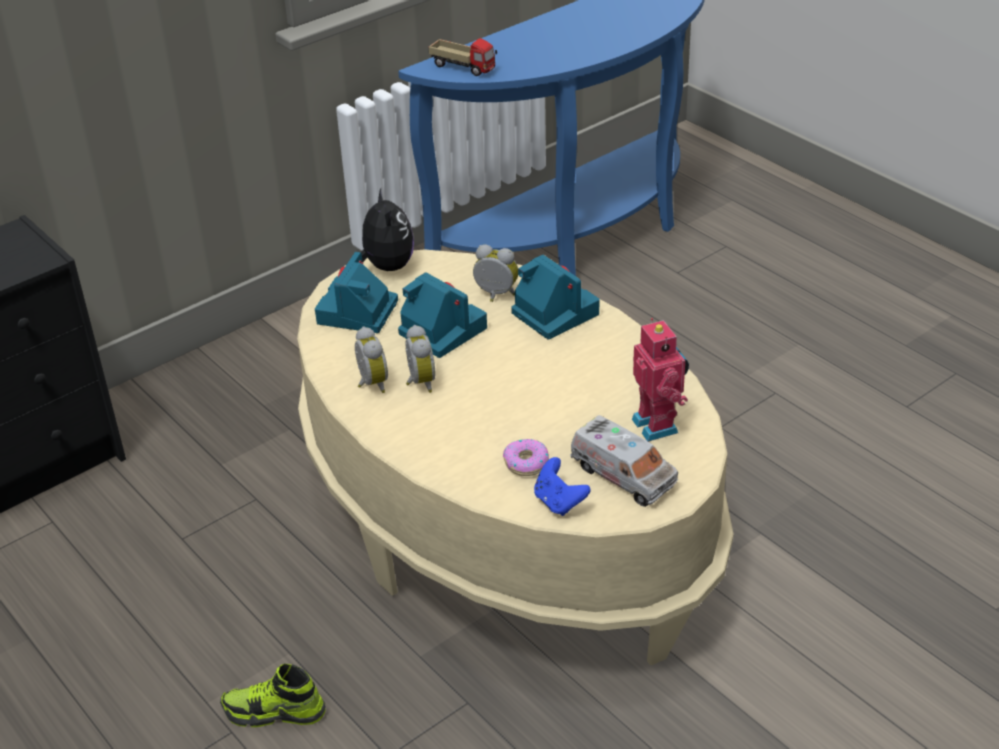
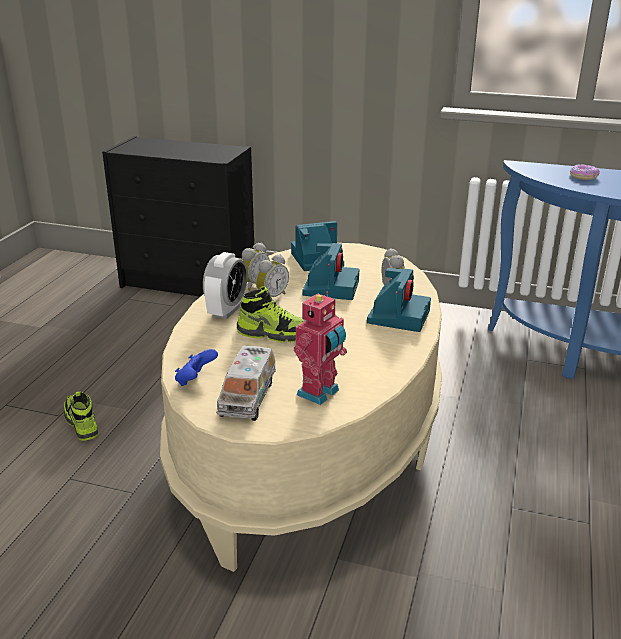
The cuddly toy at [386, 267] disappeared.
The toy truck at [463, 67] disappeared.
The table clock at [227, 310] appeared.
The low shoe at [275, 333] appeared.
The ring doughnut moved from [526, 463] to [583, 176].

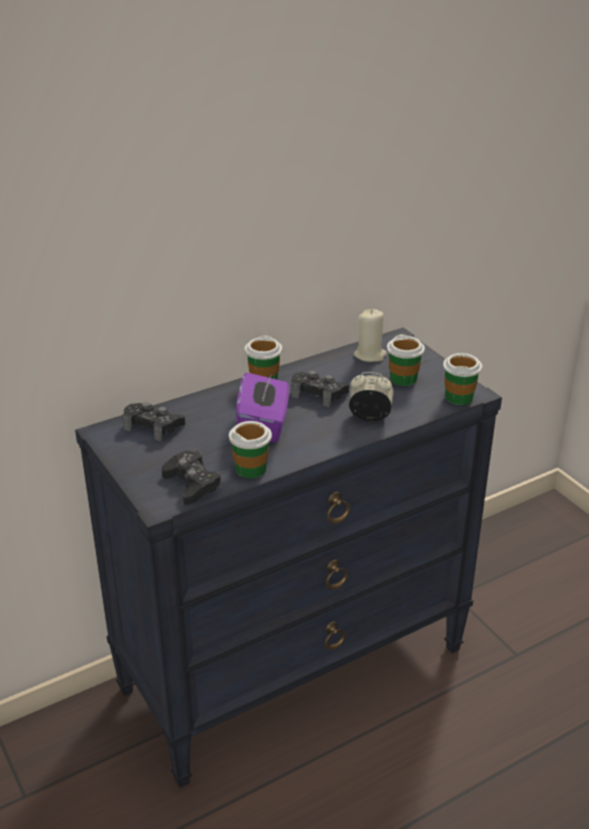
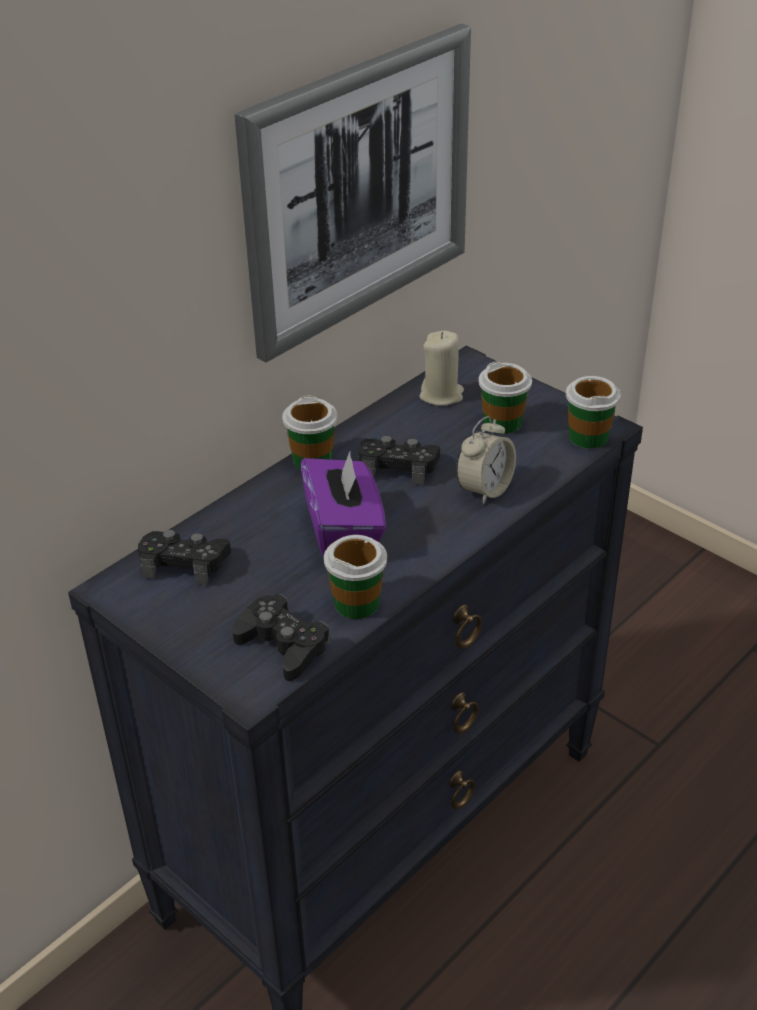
The picture at [358, 189] appeared.
The table clock at [370, 417] turned 135 degrees clockwise.

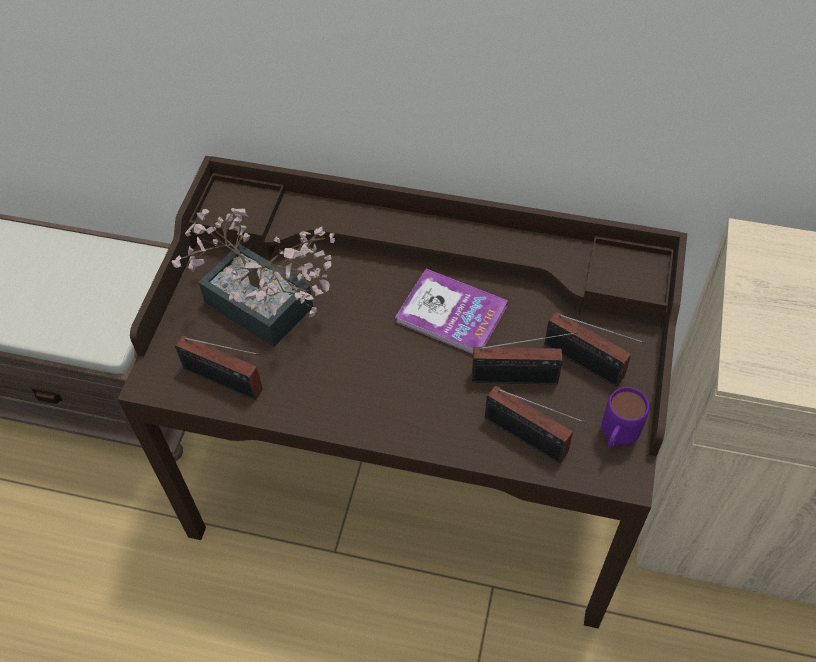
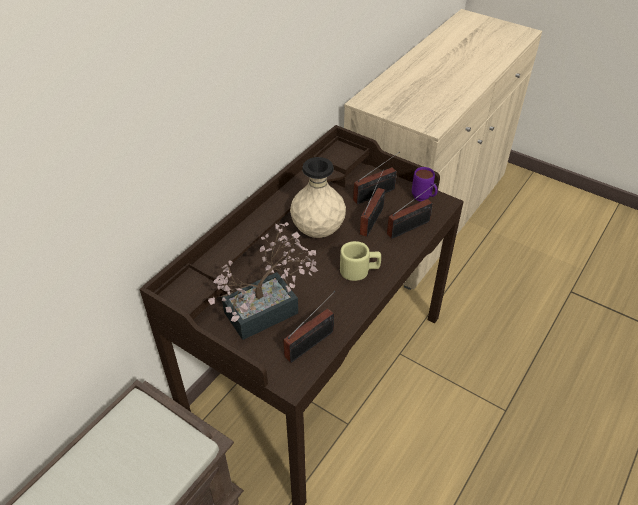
The beige mug at [359, 270] appeared.
The volume at [451, 314] was replaced by the beige flower vase at [318, 231].

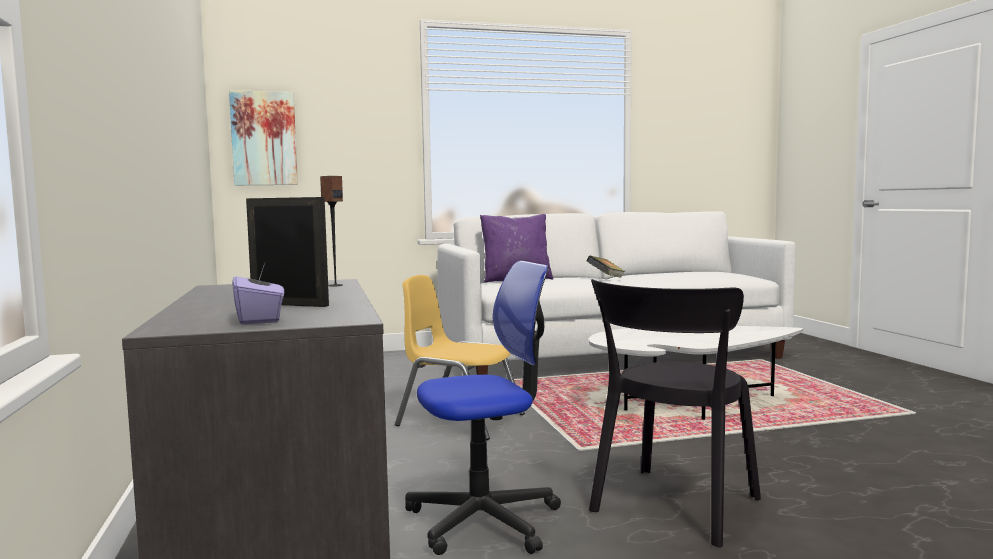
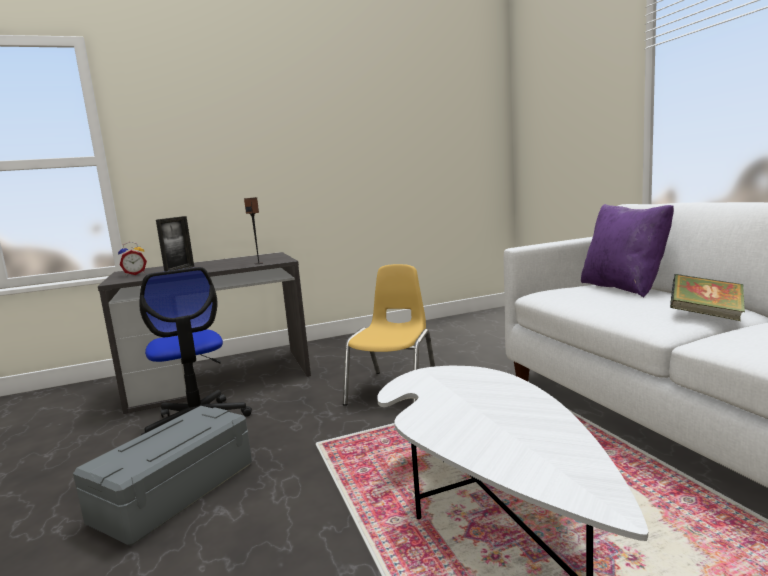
The picture at [264, 138] disappeared.
The purple-coloured tissue holder at [259, 319] was replaced by the table clock at [135, 274].
The blackish upright chair at [672, 508] was replaced by the gray storage box at [175, 491].

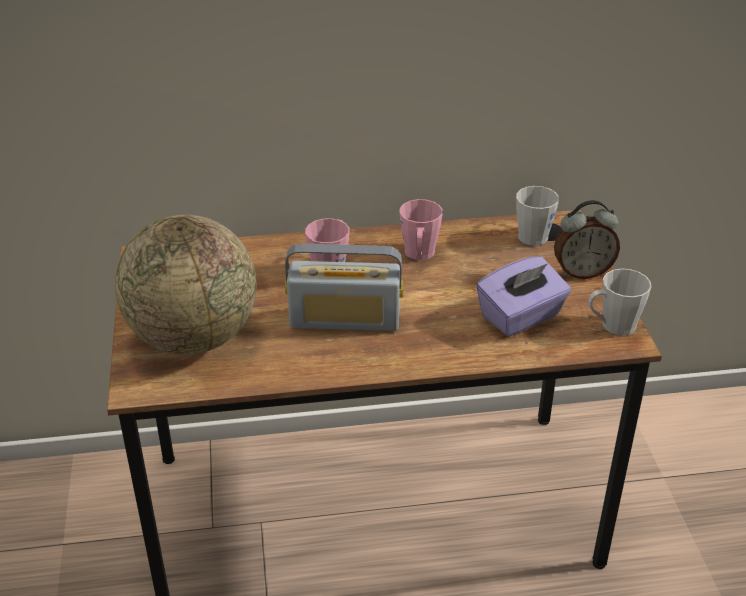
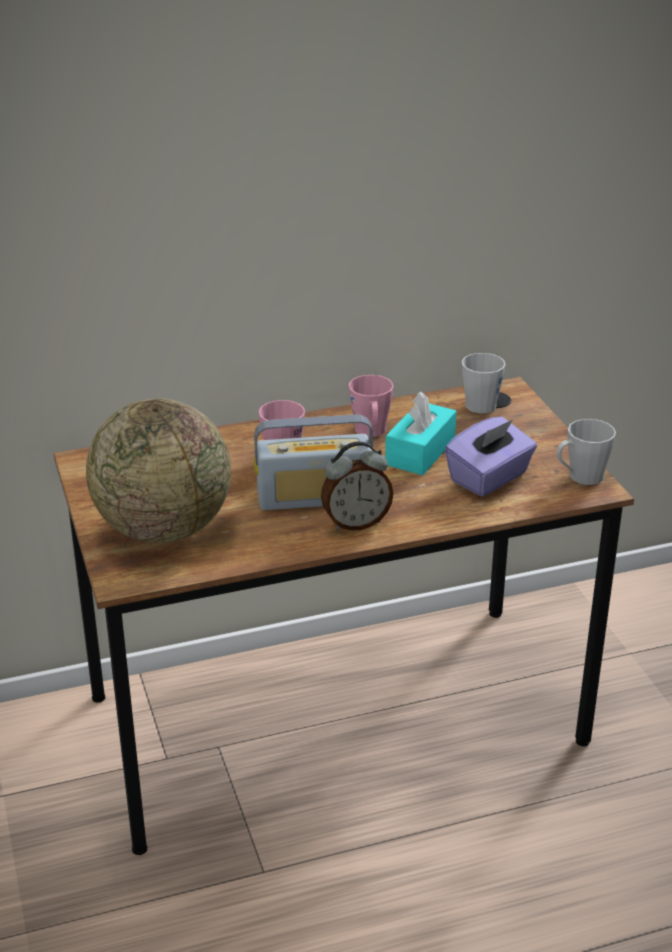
The blue-green tissue holder at [420, 452] appeared.
The table clock moved from [582, 272] to [356, 523].

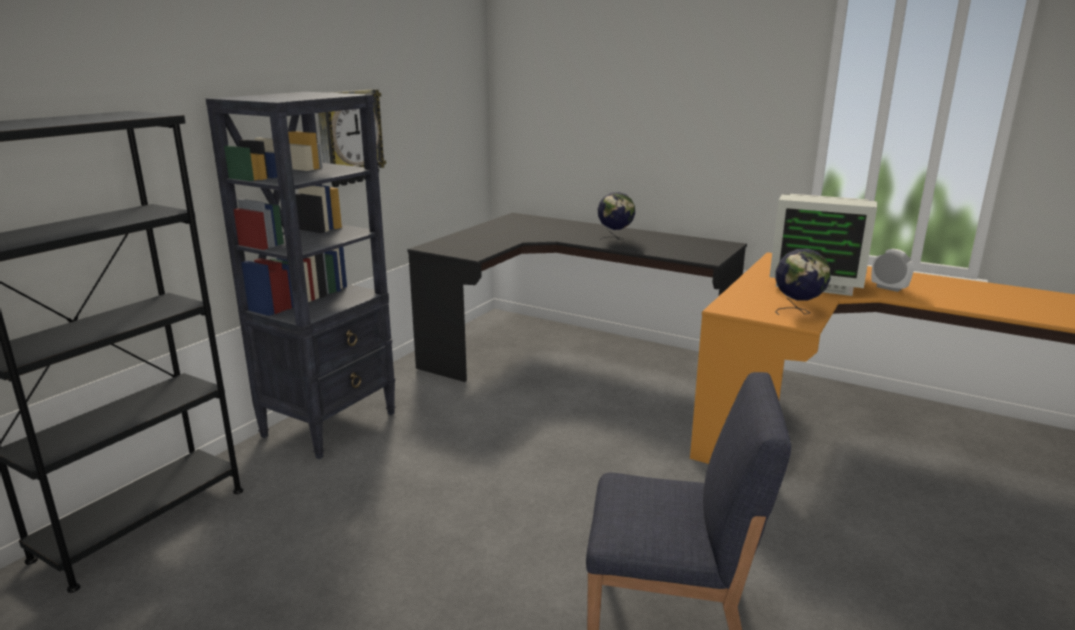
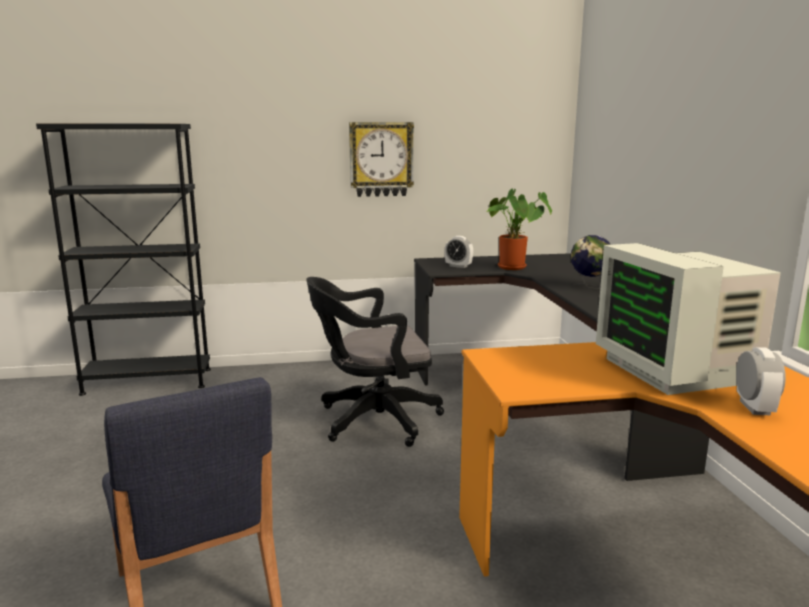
The blackish shelving unit at [331, 424] disappeared.
The desk globe at [797, 312] disappeared.
The blackish desk chair at [372, 420] appeared.
The table clock at [458, 266] appeared.
The houseplant at [515, 268] appeared.

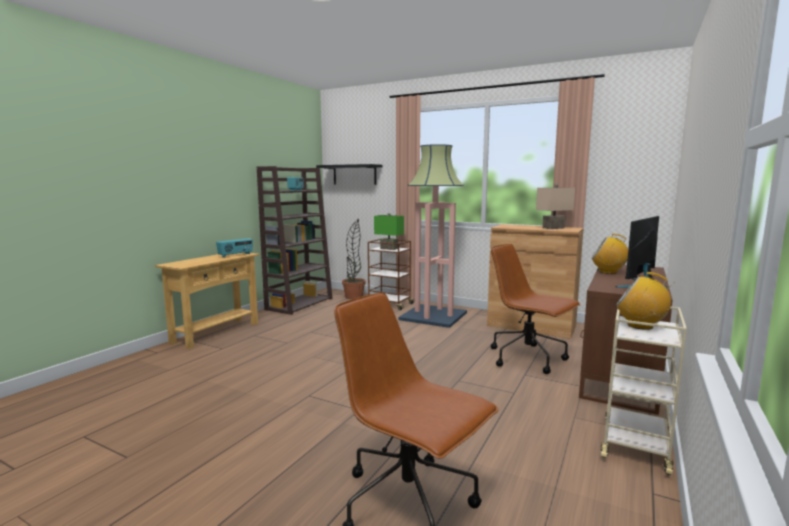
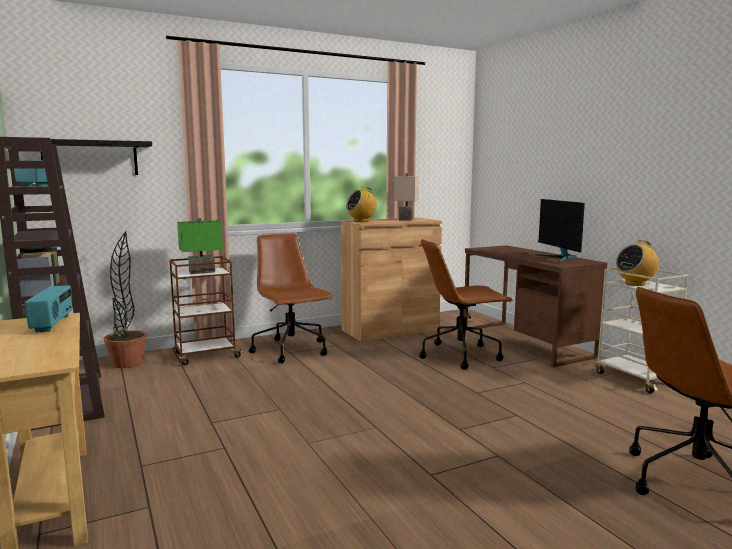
The radio receiver moved from [608, 272] to [361, 221].
The standard lamp at [433, 316] was replaced by the brownish desk chair at [292, 350].

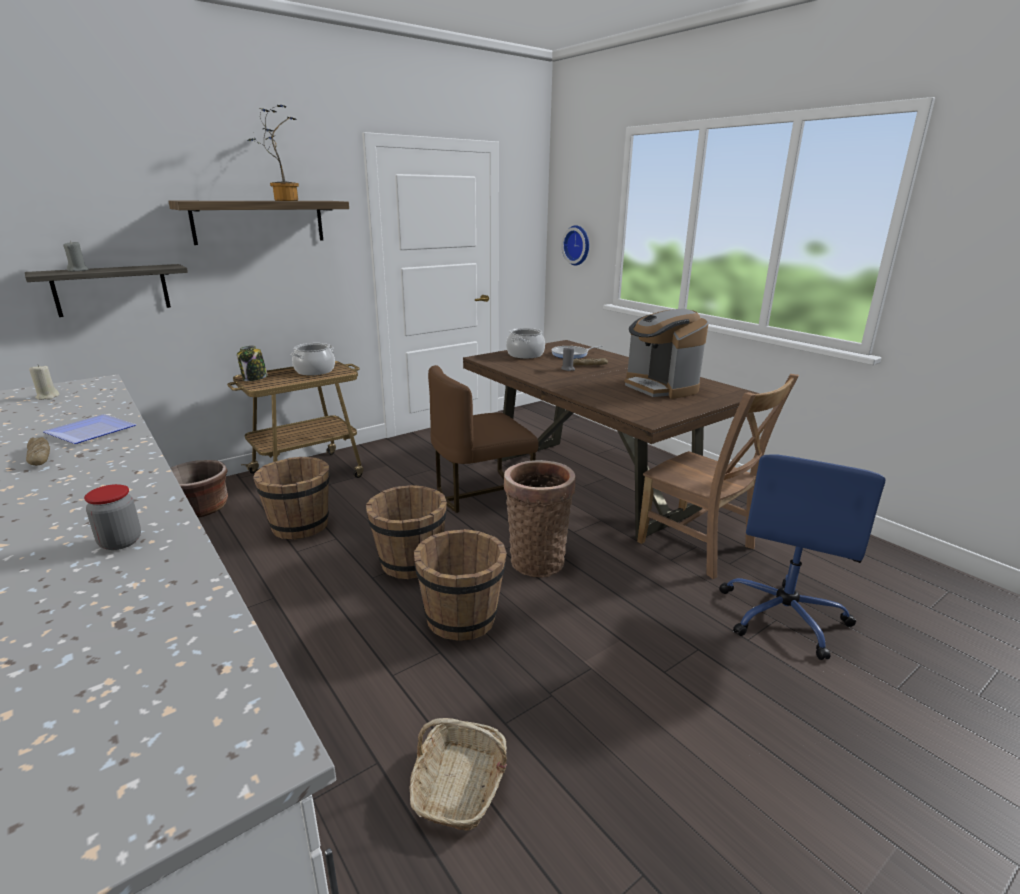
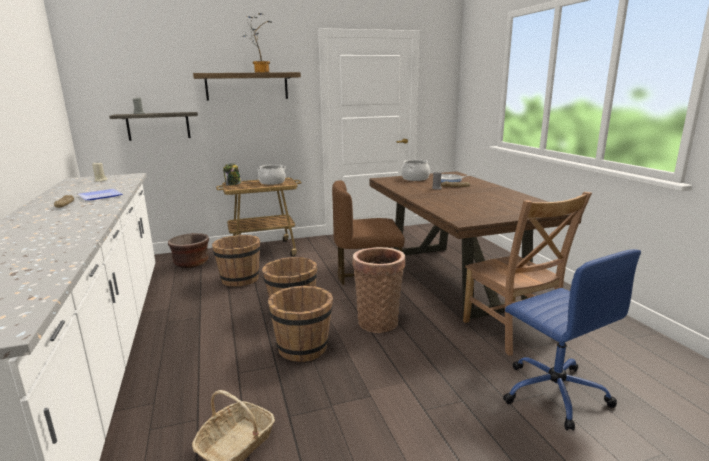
The jar at [120, 542] disappeared.
The wall clock at [578, 245] disappeared.
The coffee maker at [660, 387] disappeared.
The blue desk chair at [783, 616] turned 75 degrees counterclockwise.

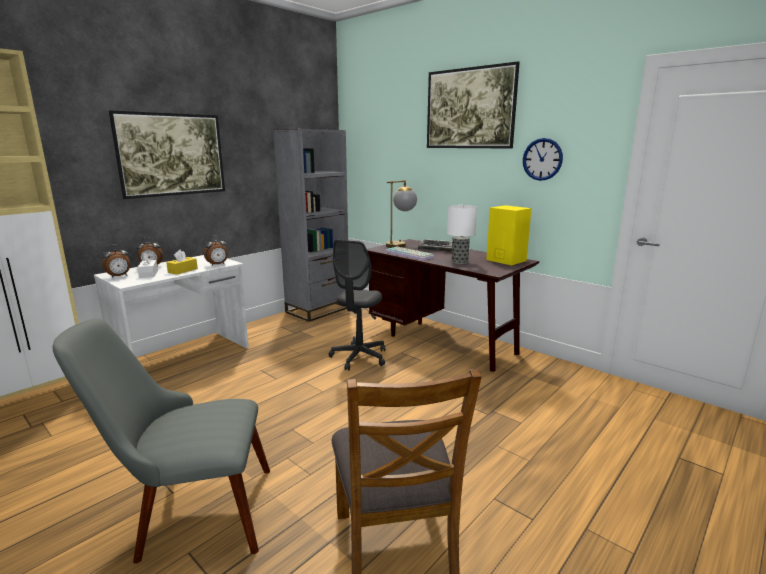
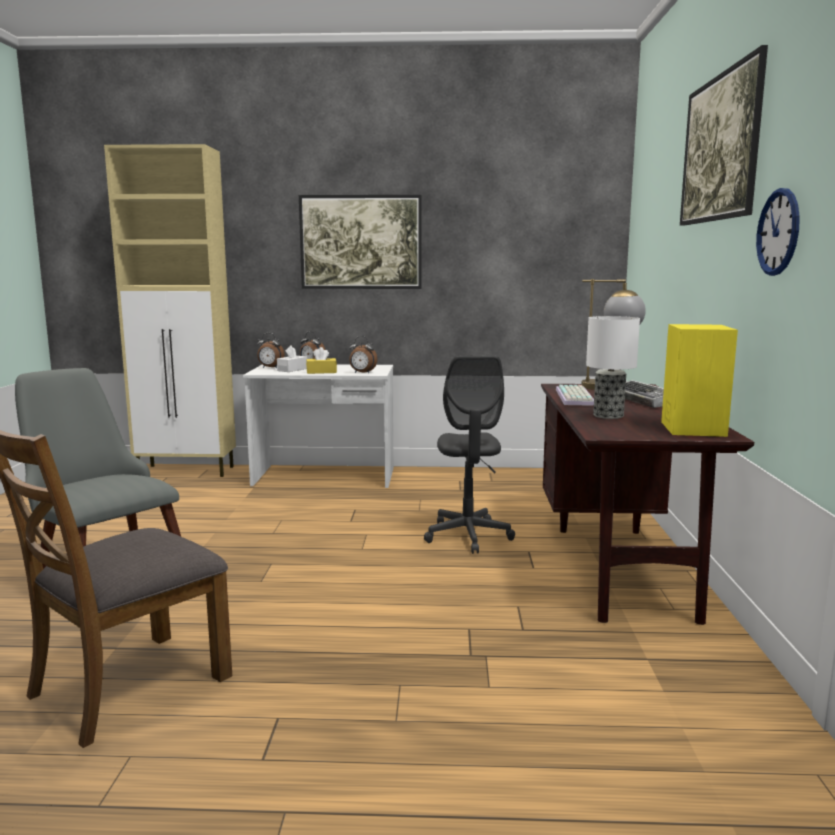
The gray shelving unit at [318, 310] disappeared.
The gray desk chair at [359, 357] turned 75 degrees counterclockwise.

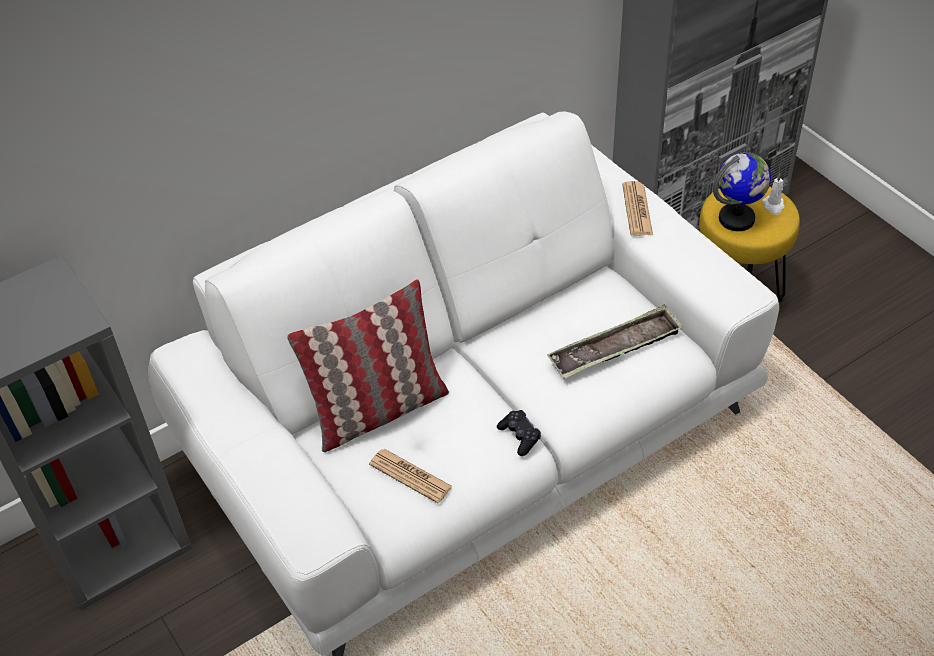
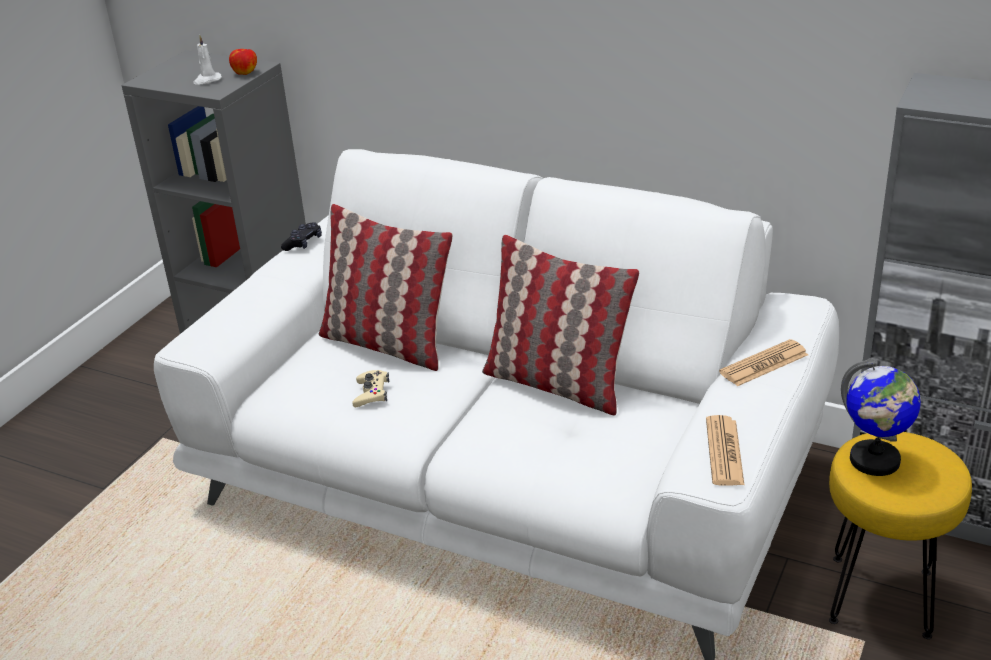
The carrying tray at [615, 348] disappeared.
The apple fruit at [245, 73] appeared.
The beige joypad at [371, 393] appeared.
The cushion at [557, 384] appeared.
The printed paper moved from [410, 476] to [724, 452].
The blackish joypad moved from [520, 436] to [303, 243].
The whitish candle moved from [773, 206] to [207, 80].

